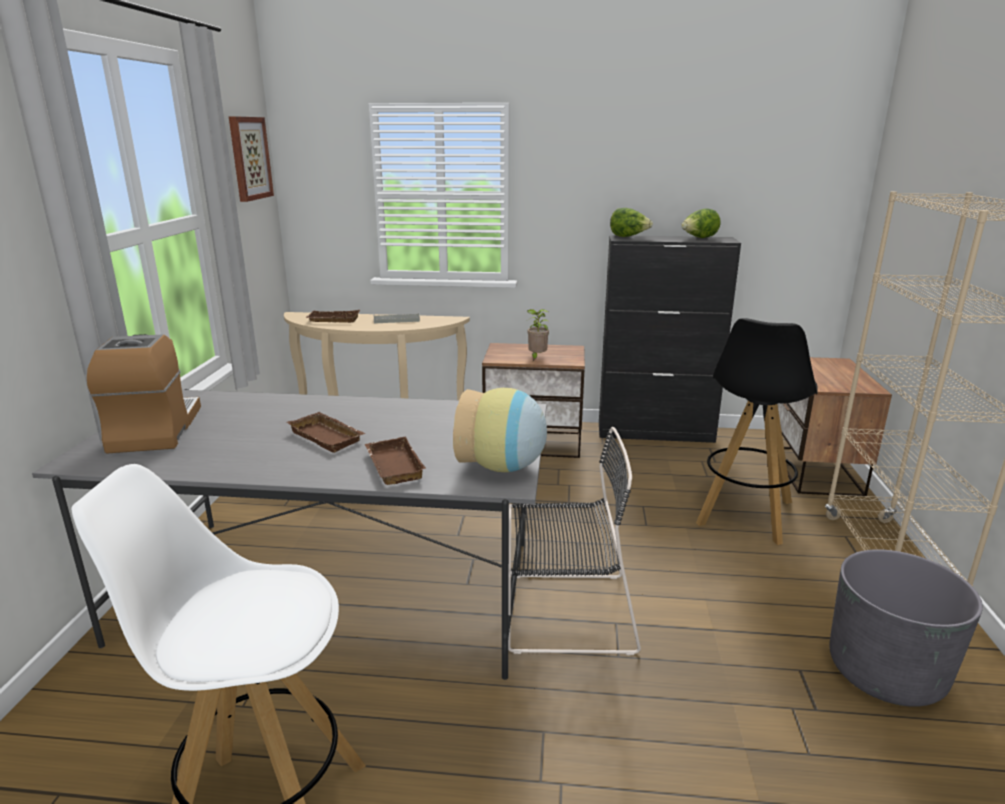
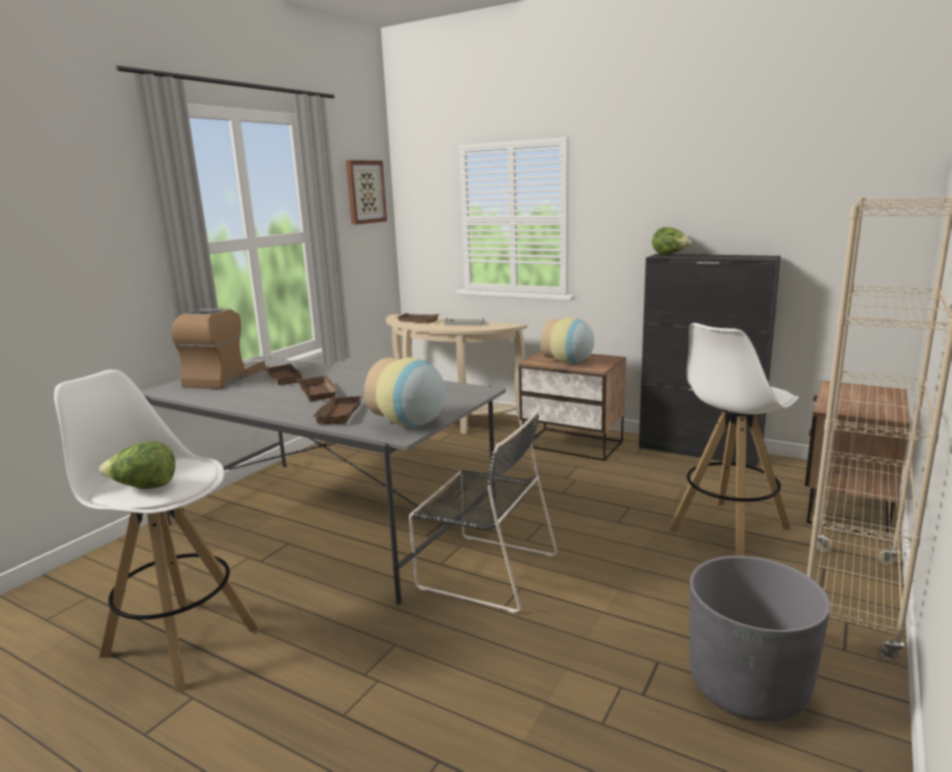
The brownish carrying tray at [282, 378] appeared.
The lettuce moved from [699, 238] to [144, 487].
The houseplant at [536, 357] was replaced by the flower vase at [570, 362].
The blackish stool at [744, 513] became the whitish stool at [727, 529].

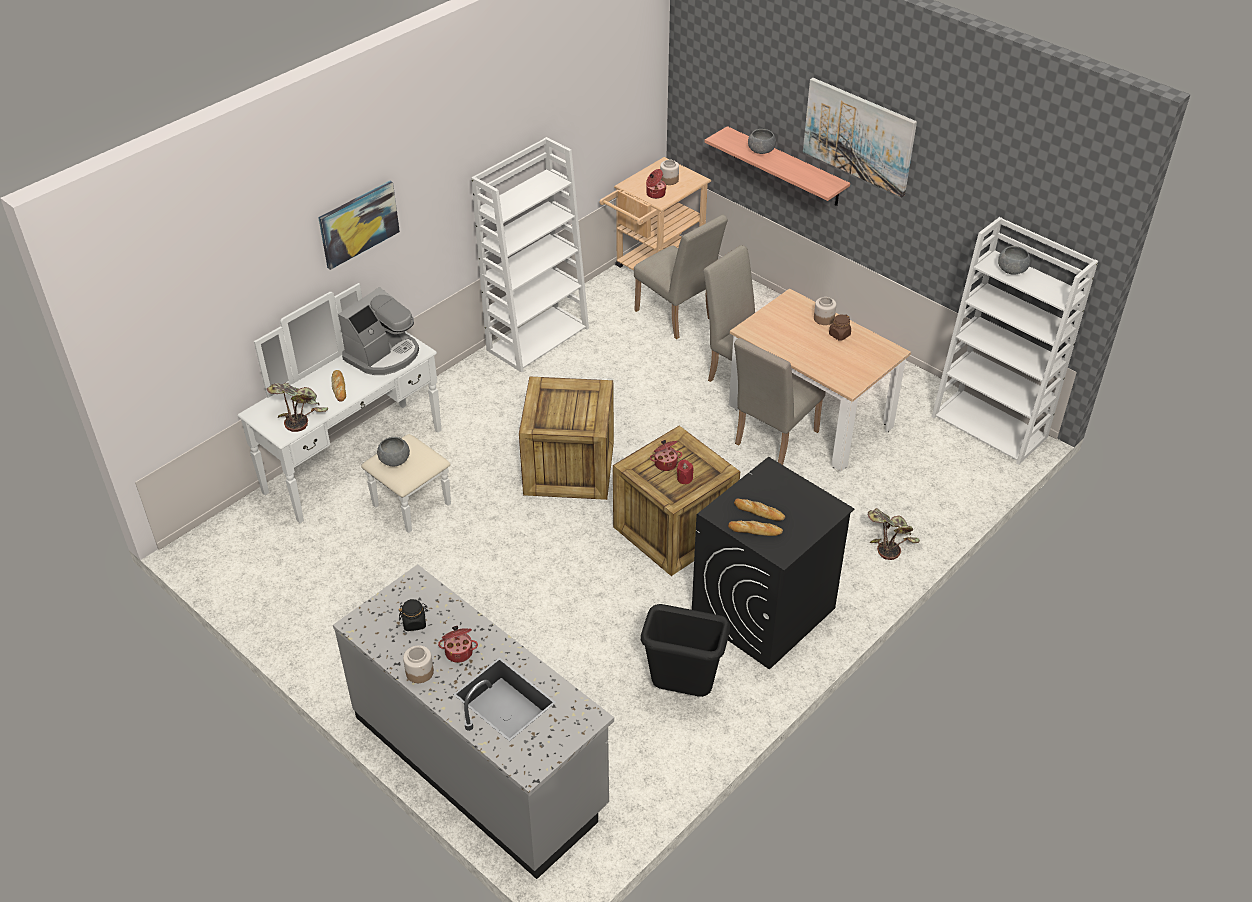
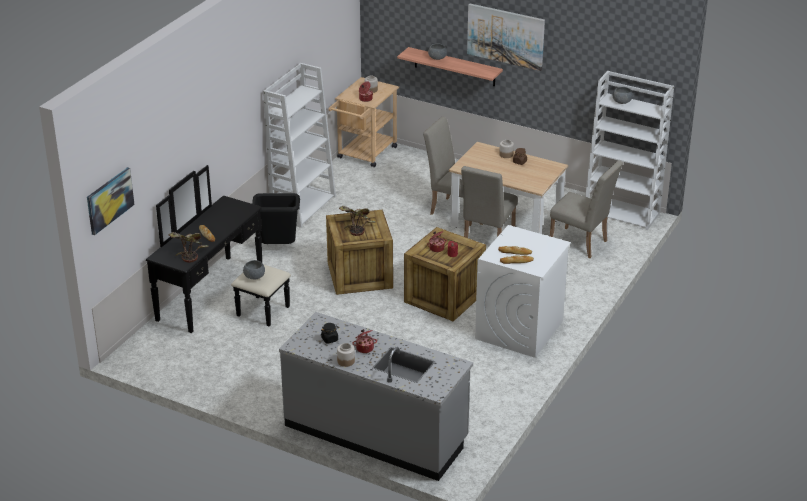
The coffee maker at [383, 355] disappeared.
The picture moved from [358, 224] to [109, 200].
The beige upright chair moved from [677, 317] to [582, 244].
The blackish trash can moved from [682, 690] to [278, 247].
The houseplant moved from [888, 540] to [355, 226].
The whitish drawer chest at [367, 470] became the blackish drawer chest at [222, 297].
The blackish laundry appliance at [763, 612] became the whitish laundry appliance at [519, 330].

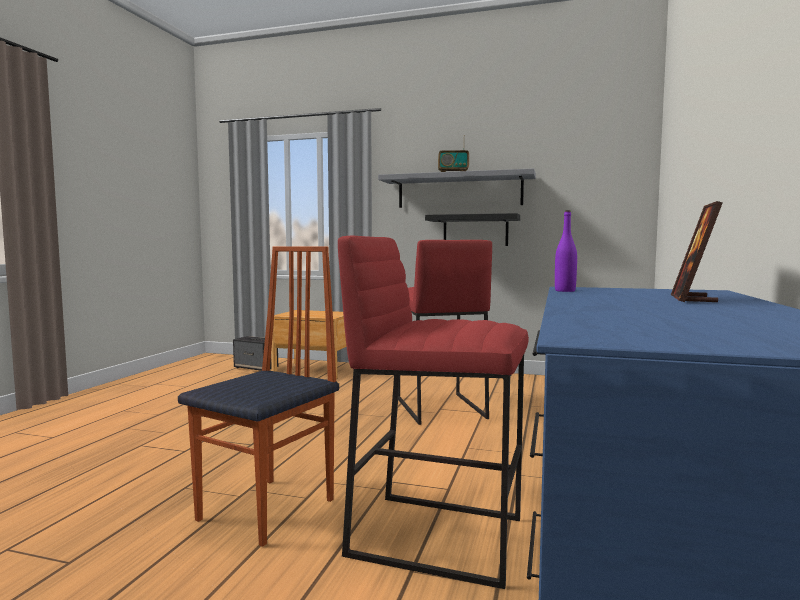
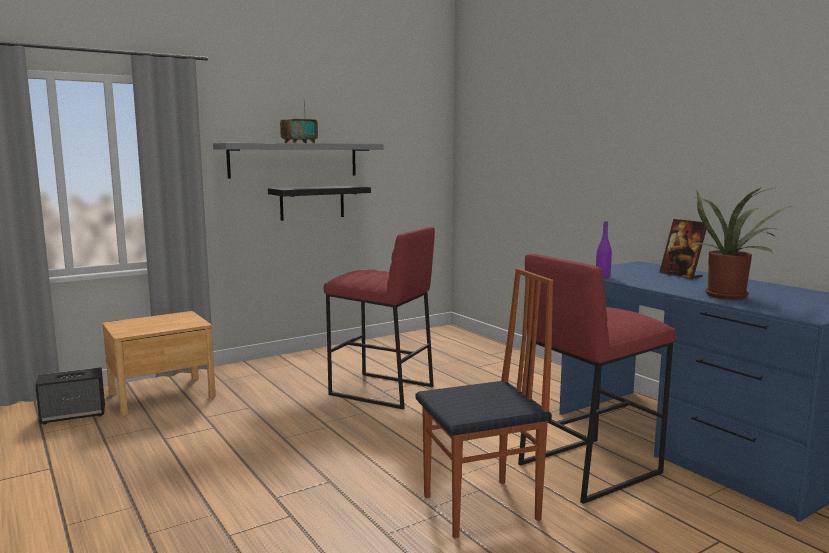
The houseplant at [729, 295] appeared.
The upright chair at [269, 509] turned 90 degrees clockwise.

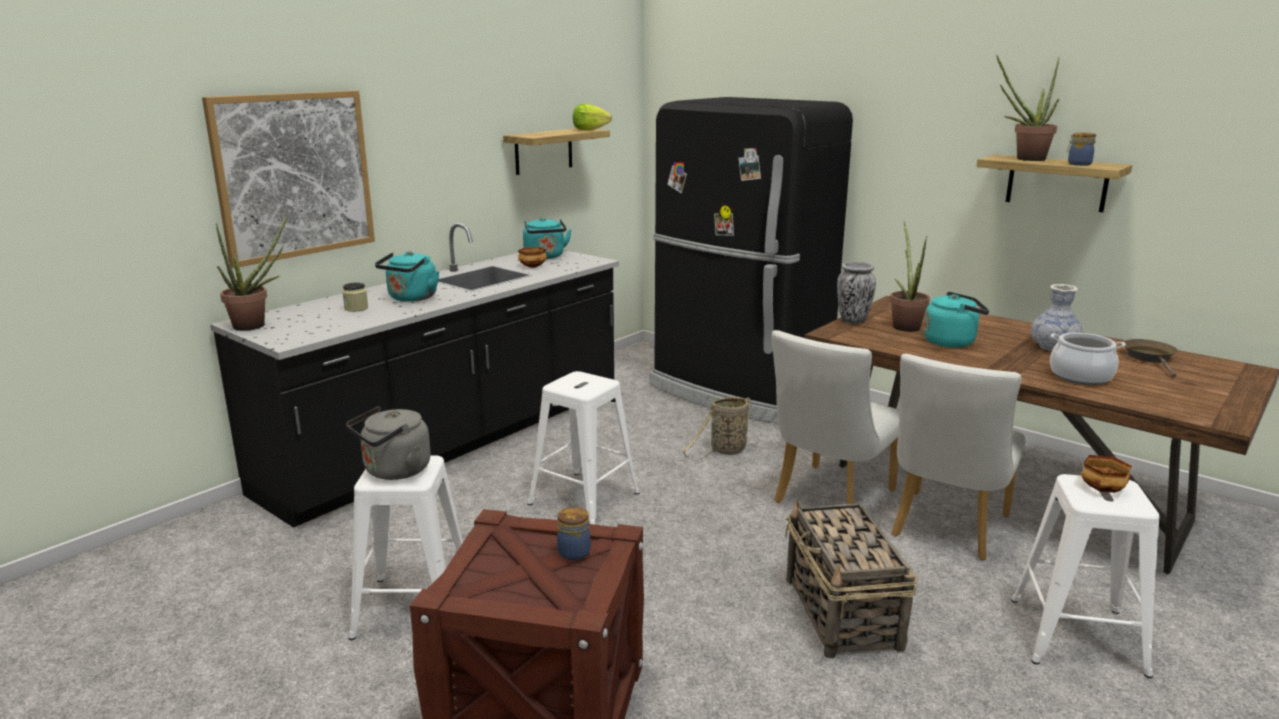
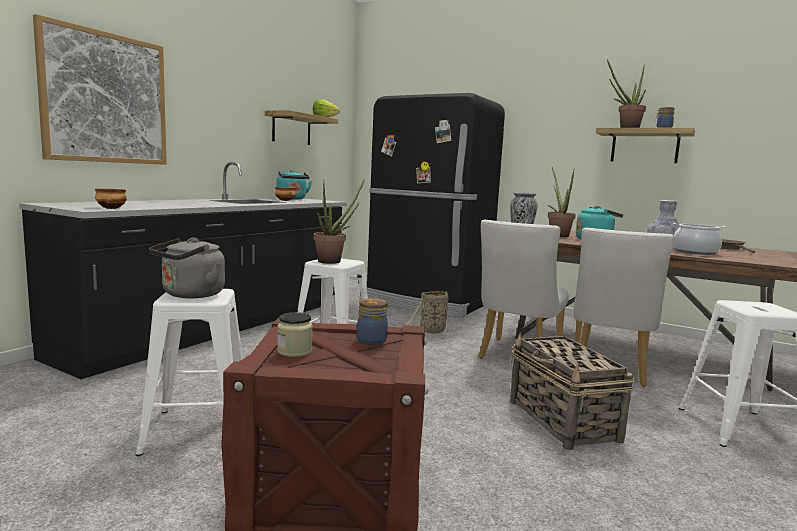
The blue-green water kettle at [411, 298] disappeared.
The houseplant moved from [256, 325] to [333, 261].
The jar moved from [356, 308] to [294, 351].
The bowl moved from [1103, 489] to [111, 208].

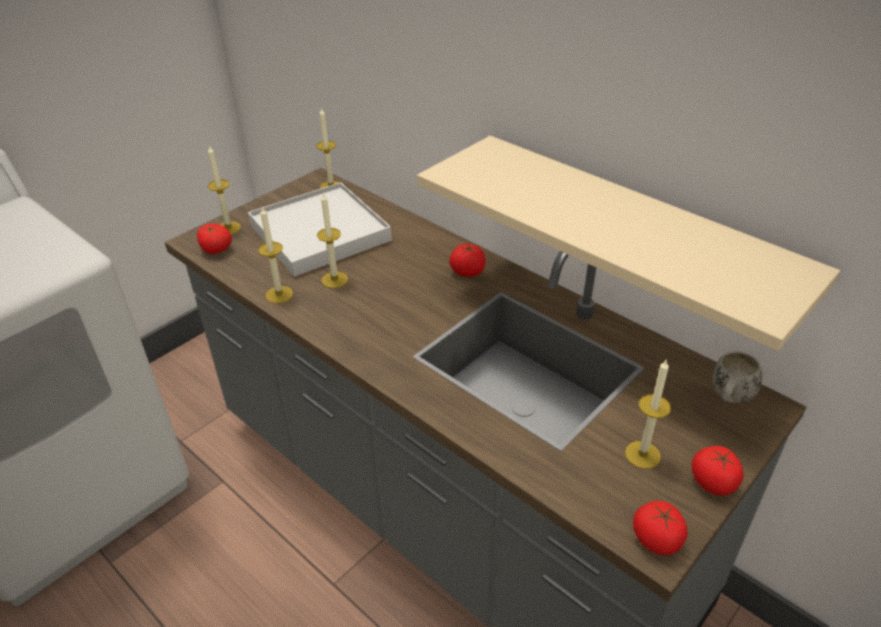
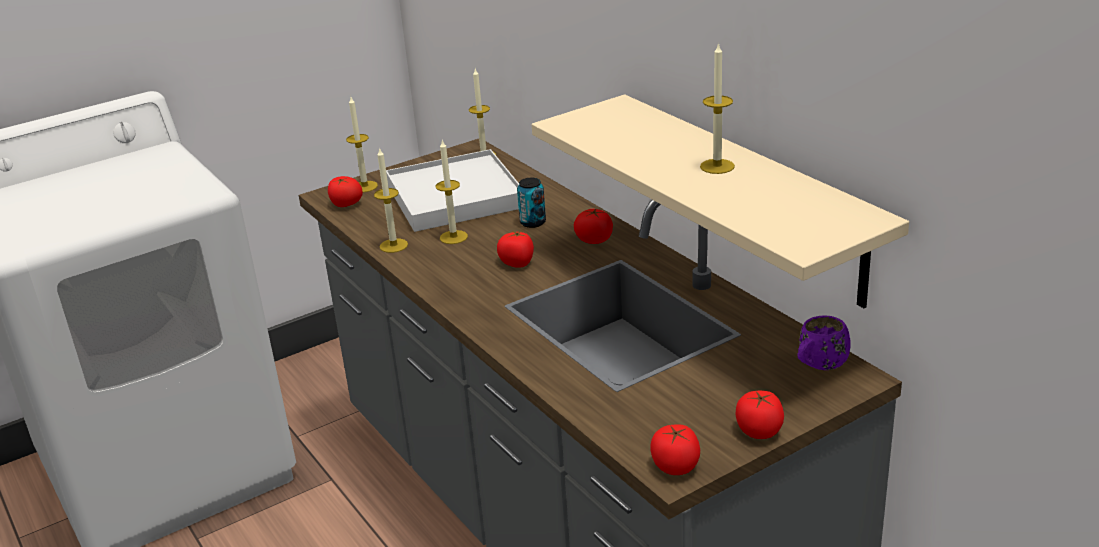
The whole tomato at [517, 263] appeared.
The sealed can at [533, 222] appeared.
The candle moved from [642, 455] to [717, 166].
The whitish mug at [729, 399] became the purple-coloured mug at [818, 367].

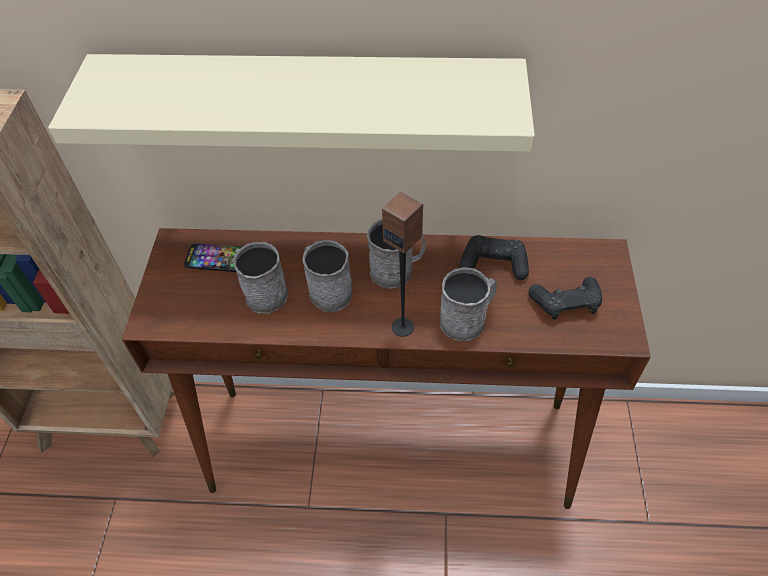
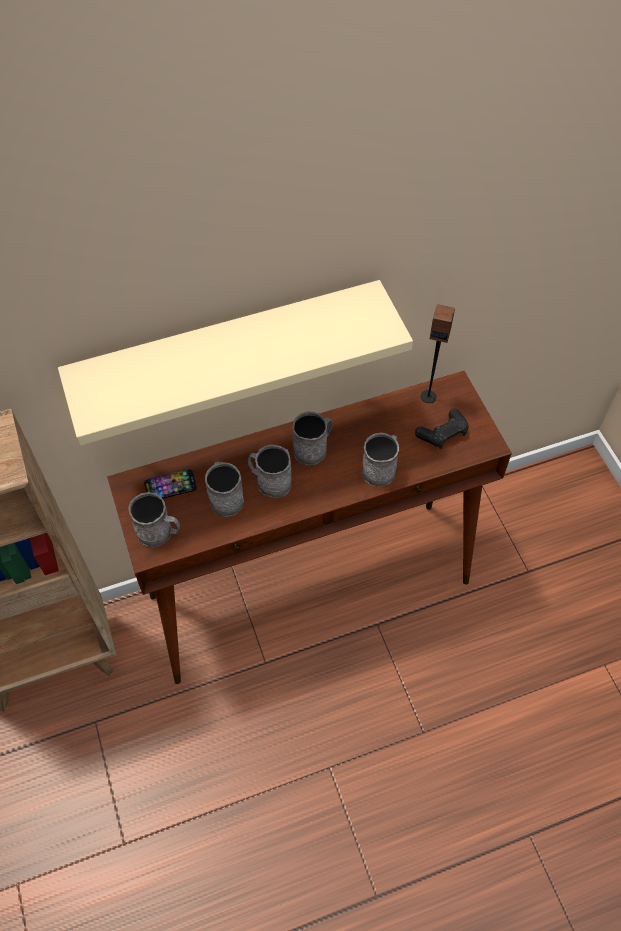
The blackish joypad at [494, 264] disappeared.
The gray mug at [159, 532] appeared.
The audio speaker moved from [403, 326] to [428, 396].

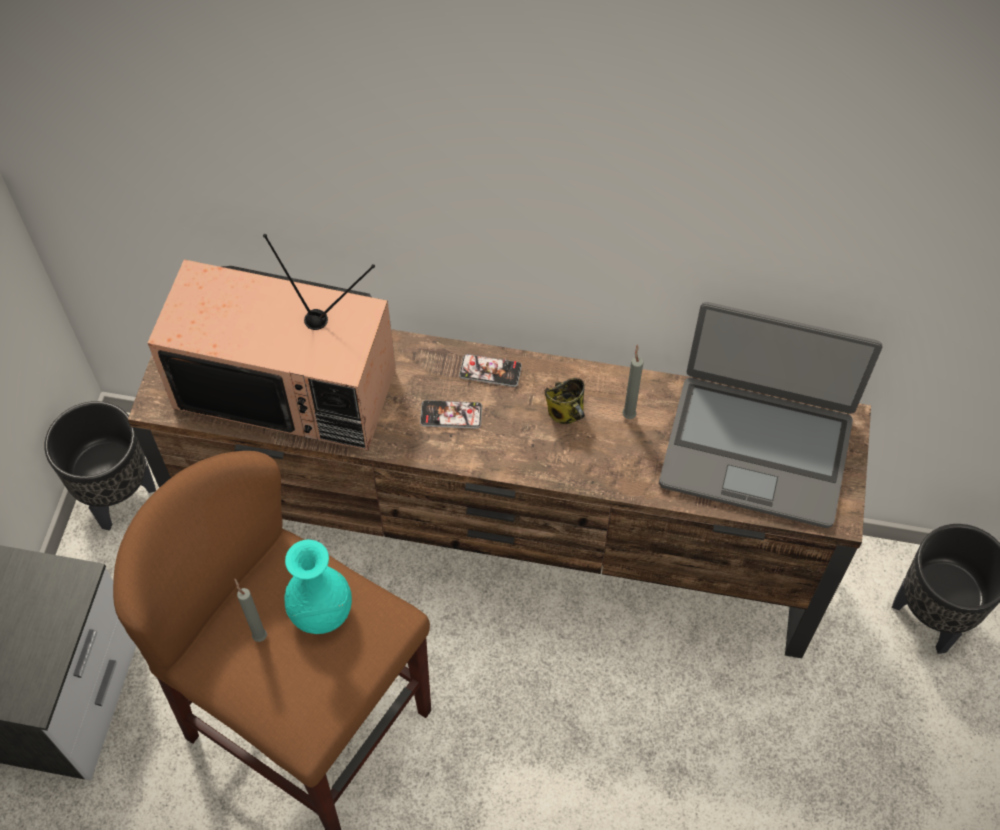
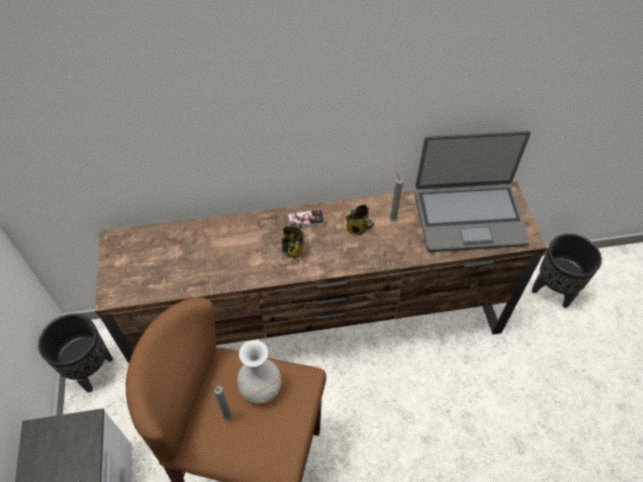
The TV at [289, 385] disappeared.
The handset at [451, 415] was replaced by the mug at [293, 249].
The blue-green flower vase at [322, 613] became the whitish flower vase at [261, 389].

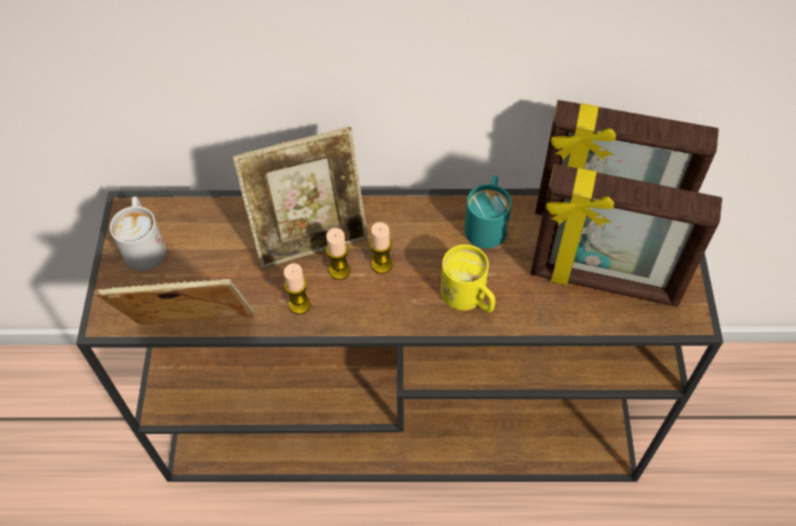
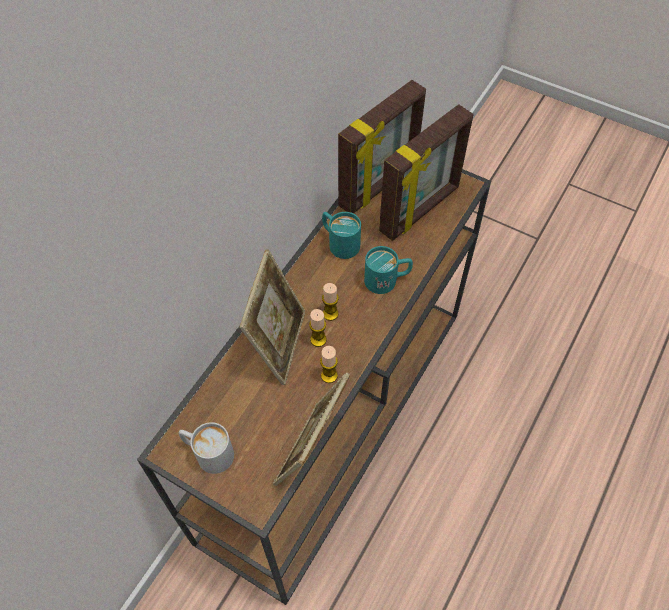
The yellowish mug at [469, 298] became the blue-green mug at [387, 280].

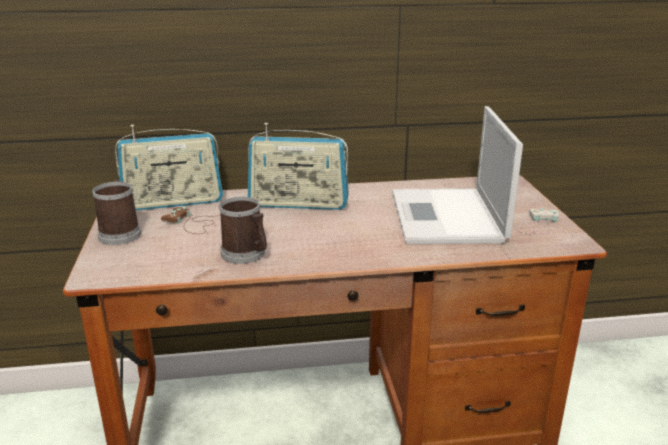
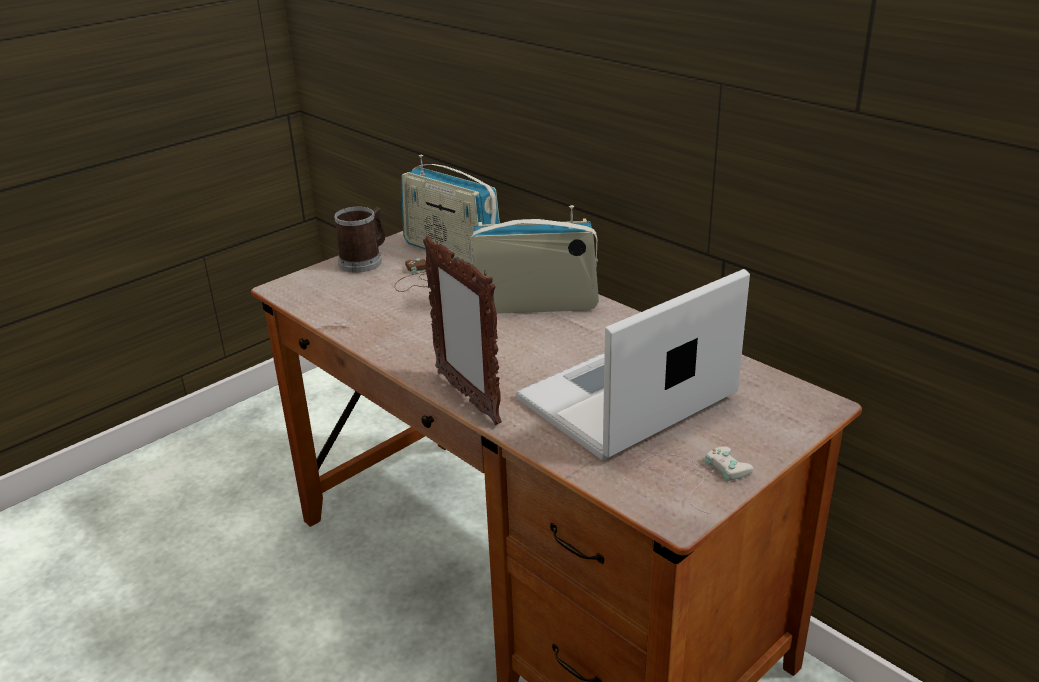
The mug at [246, 254] disappeared.
The photo frame at [467, 397] appeared.
The radio receiver at [298, 203] turned 120 degrees clockwise.

